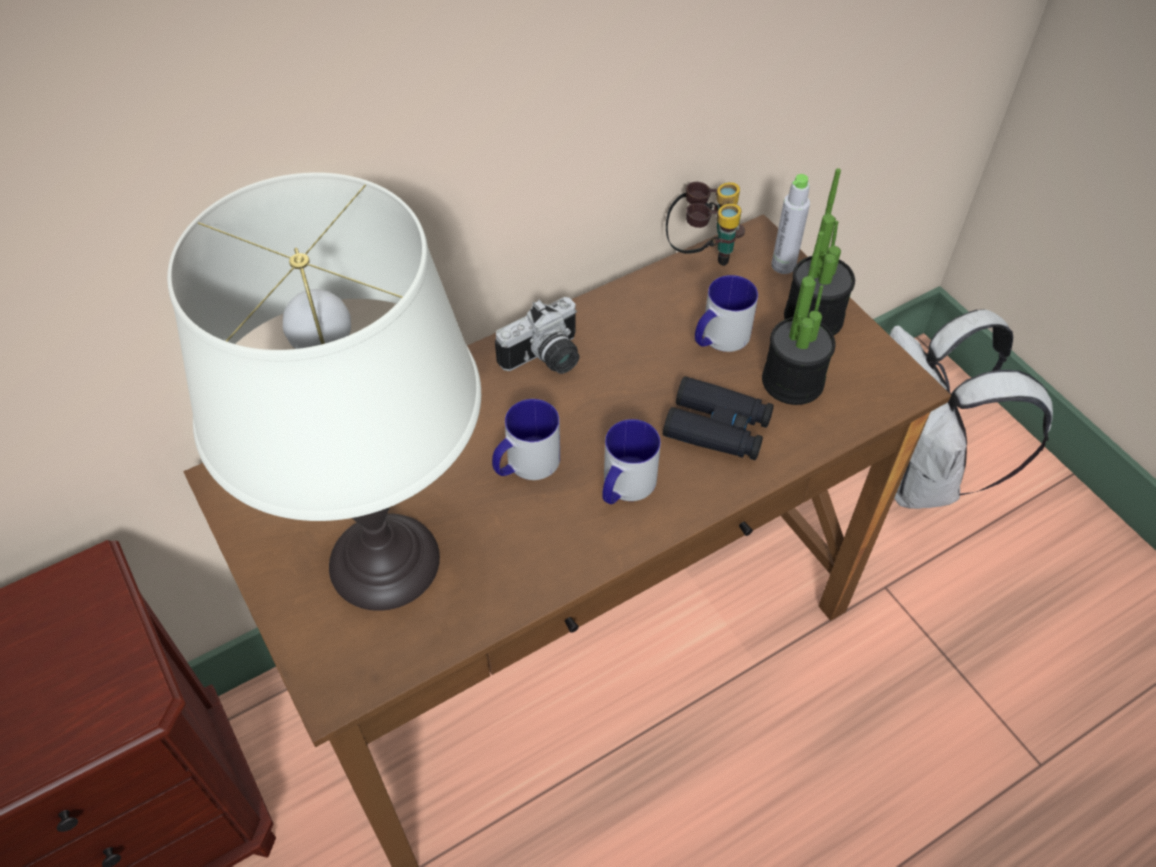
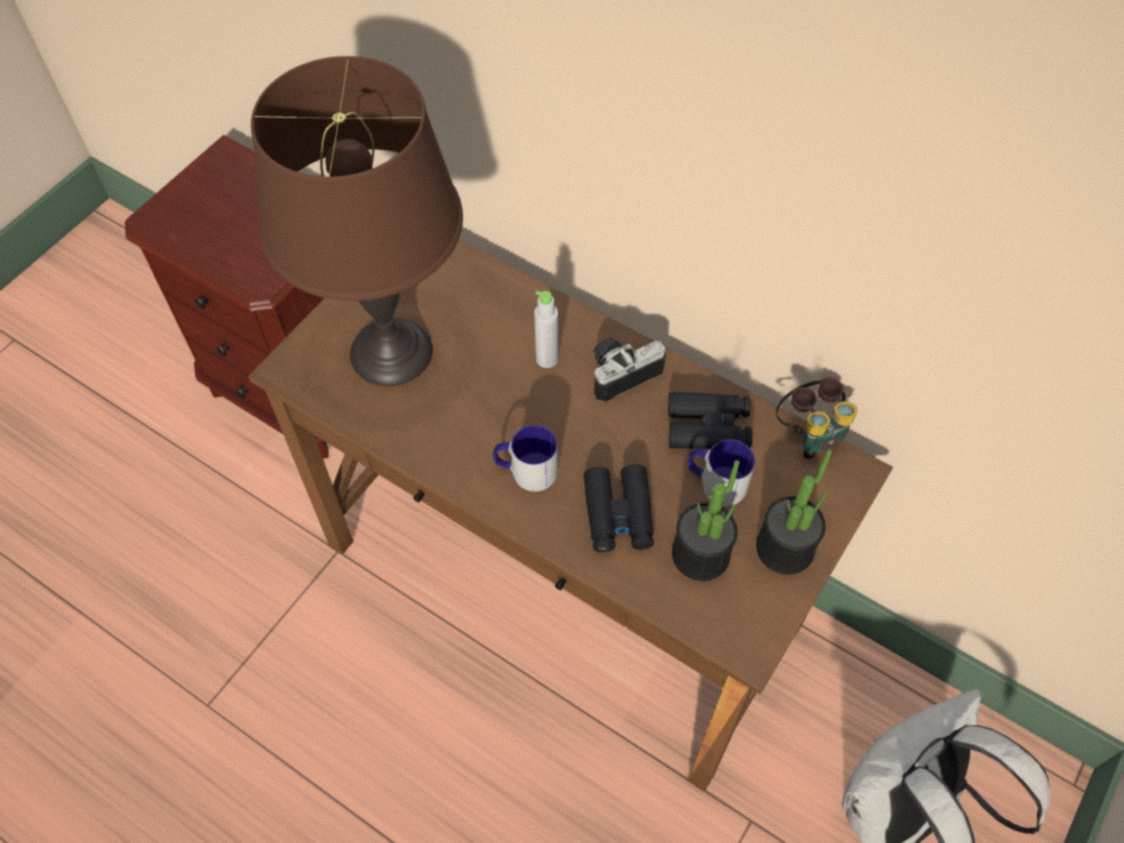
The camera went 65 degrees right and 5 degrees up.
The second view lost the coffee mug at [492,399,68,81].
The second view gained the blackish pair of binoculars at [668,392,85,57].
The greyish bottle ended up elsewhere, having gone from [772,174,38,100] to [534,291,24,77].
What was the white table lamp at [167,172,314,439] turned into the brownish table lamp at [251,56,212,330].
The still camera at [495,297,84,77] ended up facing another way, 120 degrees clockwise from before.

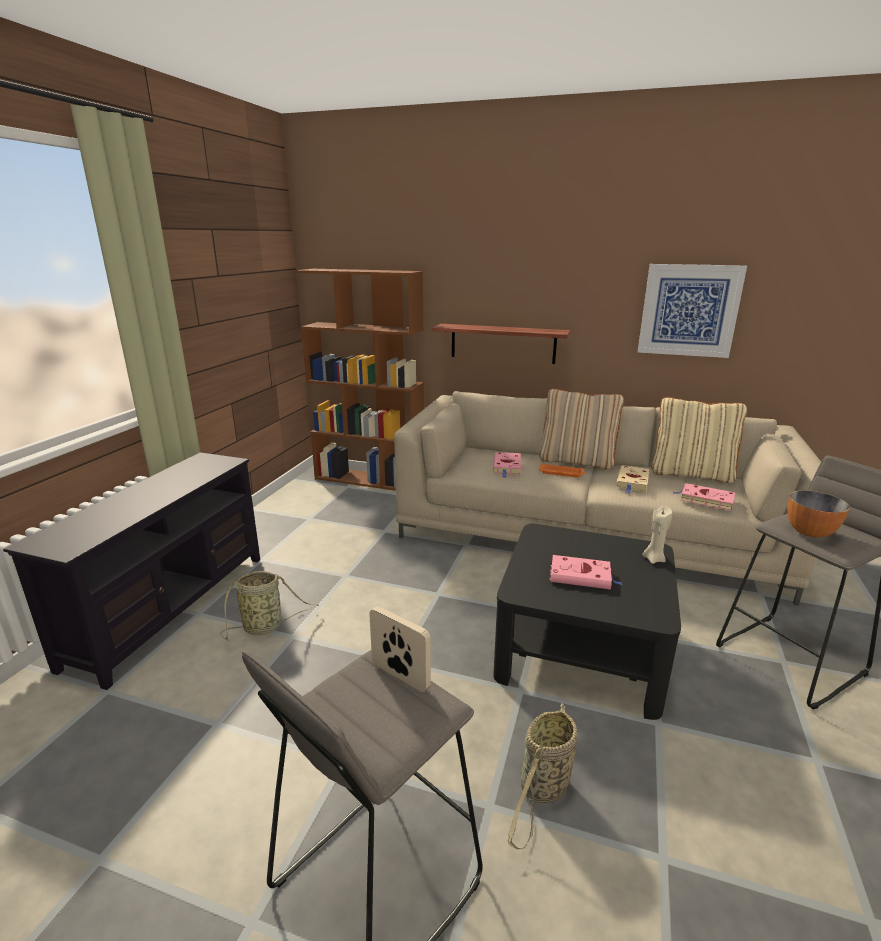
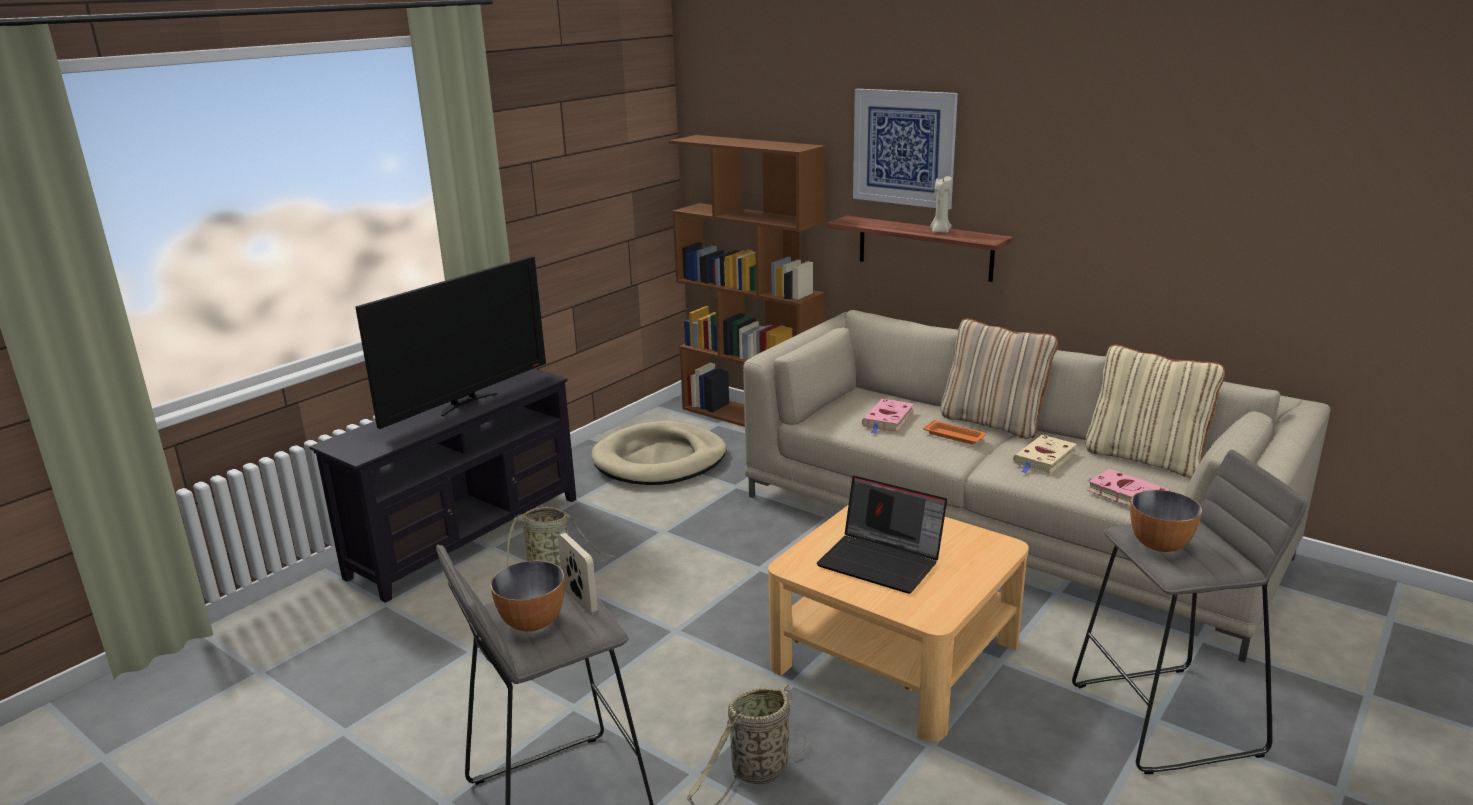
The camera went 20 degrees right and 0 degrees up.
The second view gained the TV at [355,256,191,173].
The second view gained the serving bowl at [490,560,75,71].
The second view gained the beige dog cushion at [592,421,135,64].
The wall picture ended up elsewhere, having gone from [638,264,109,94] to [853,89,105,121].
The beige candle ended up elsewhere, having gone from [643,506,29,58] to [930,176,22,57].
Where the pinkish volume stood at [550,555,72,35], the laptop came to stand at [817,476,130,118].
What was the blackish lounge table at [493,524,188,196] turned into the beige lounge table at [768,505,261,237].

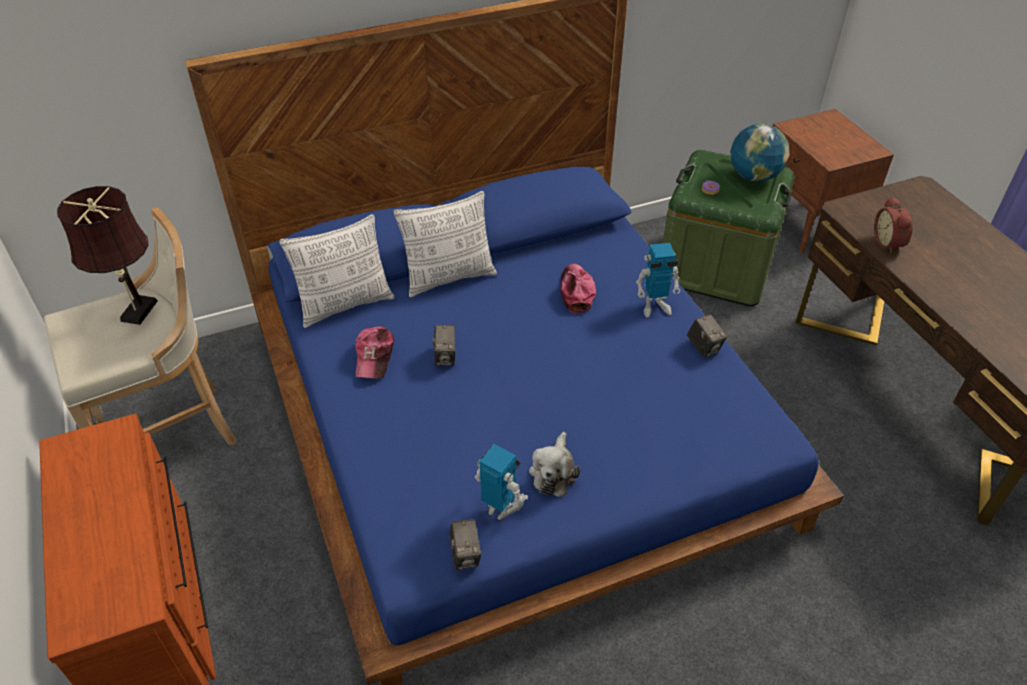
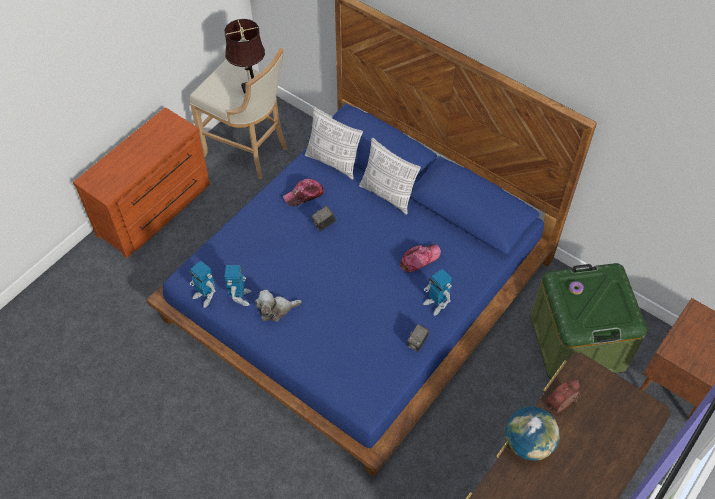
The camera went 60 degrees right and 10 degrees up.
The desk globe ended up elsewhere, having gone from [730,124,59,58] to [506,407,54,54].
Where the still camera stood at [449,519,32,51], the model robot came to stand at [189,261,26,47].

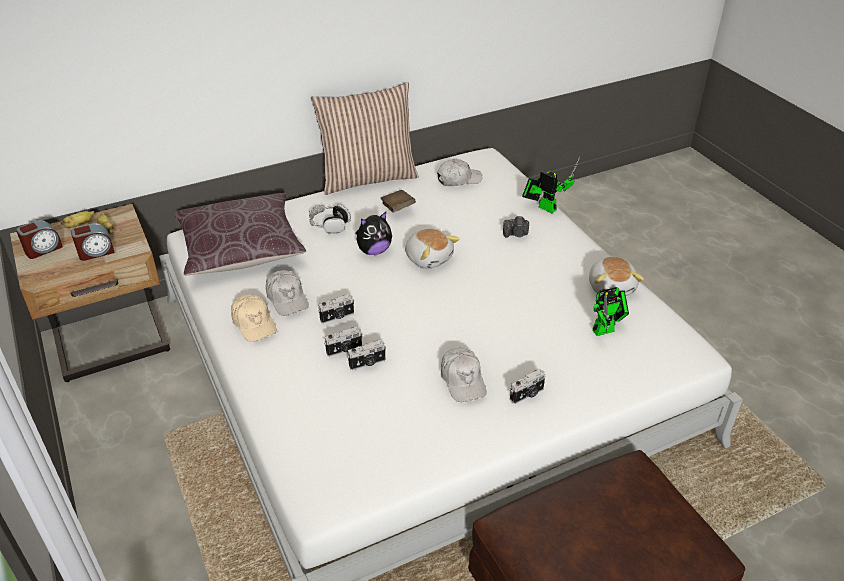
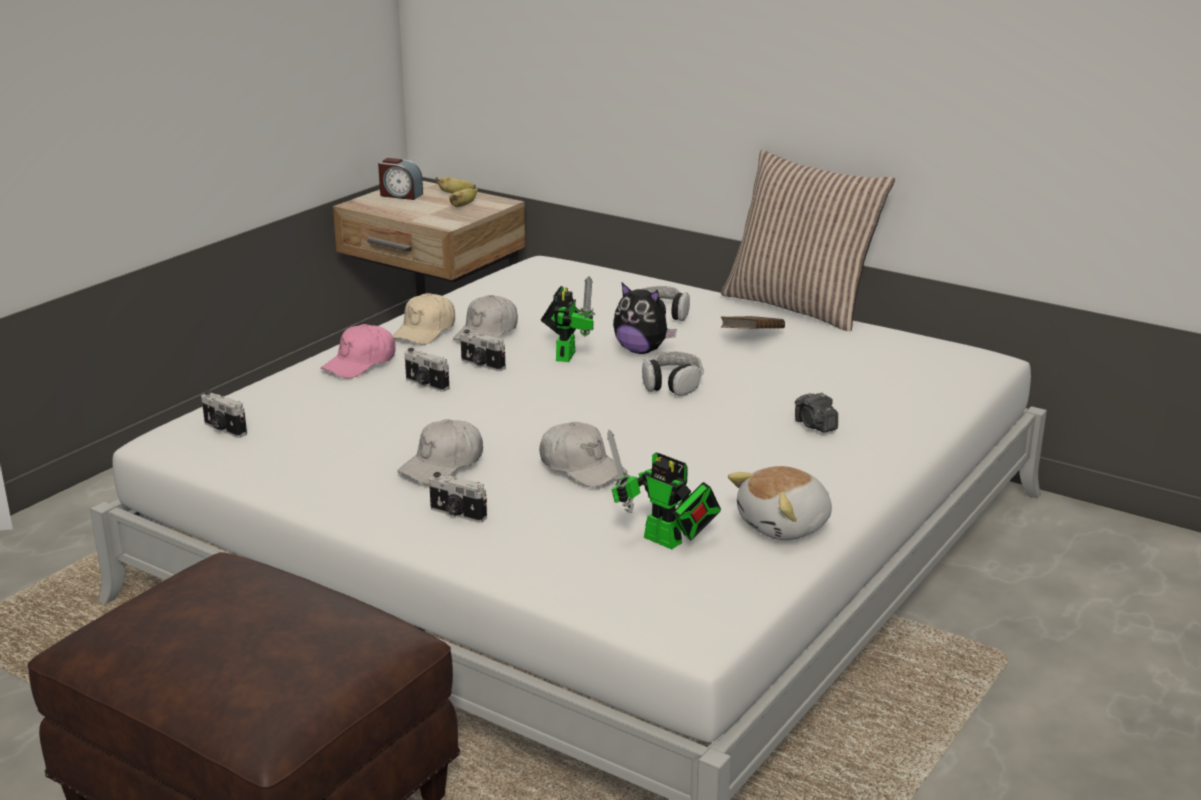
The camera went 60 degrees right and 15 degrees down.
The second view lost the table clock at [71,223,44,38].
The second view lost the brownish pillow at [174,193,132,82].
The second view gained the pinkish baseball cap at [321,324,74,55].
The still camera ended up elsewhere, having gone from [347,340,39,30] to [201,390,46,48].
The white baseball cap ended up elsewhere, having gone from [437,158,45,28] to [539,422,88,65].
The model robot ended up elsewhere, having gone from [522,157,58,56] to [541,276,54,86].
Where the soft toy stood at [405,229,55,40], the headphones came to stand at [642,351,62,45].

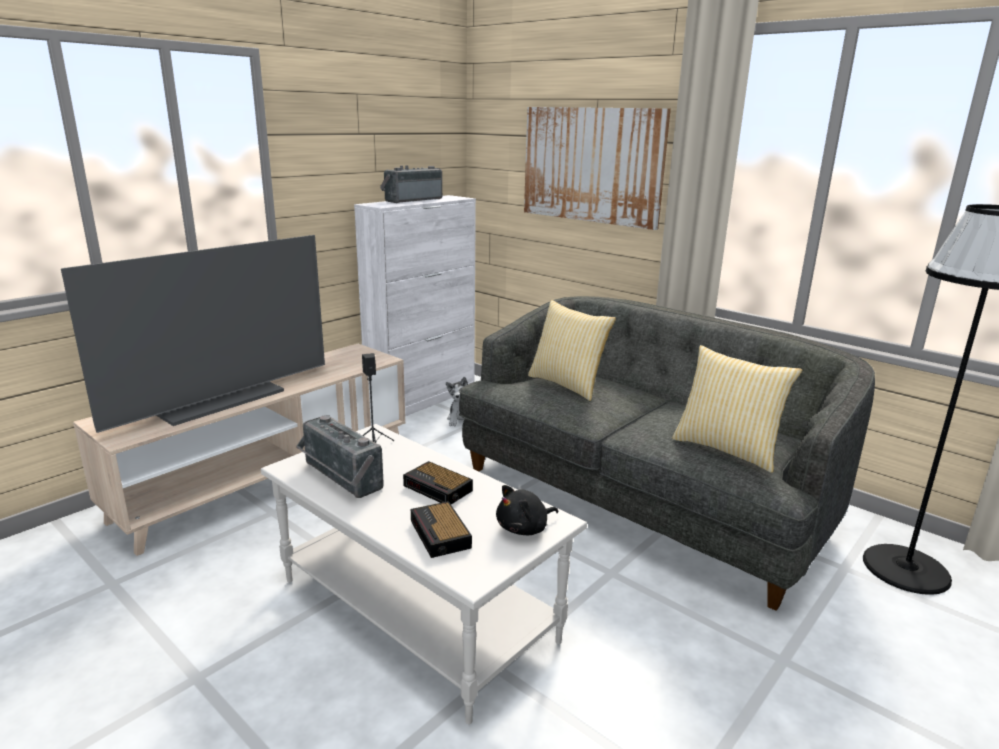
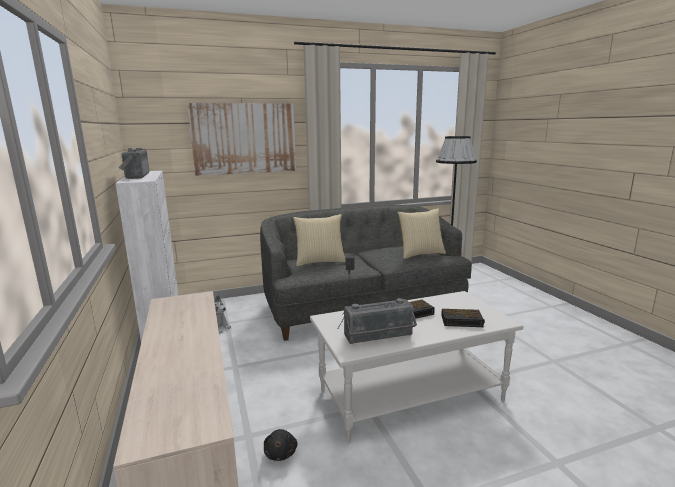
The camera went 60 degrees left and 5 degrees down.
The second view lost the TV at [61,235,264,198].
The blackish soft toy ended up elsewhere, having gone from [496,485,62,50] to [264,429,34,32].

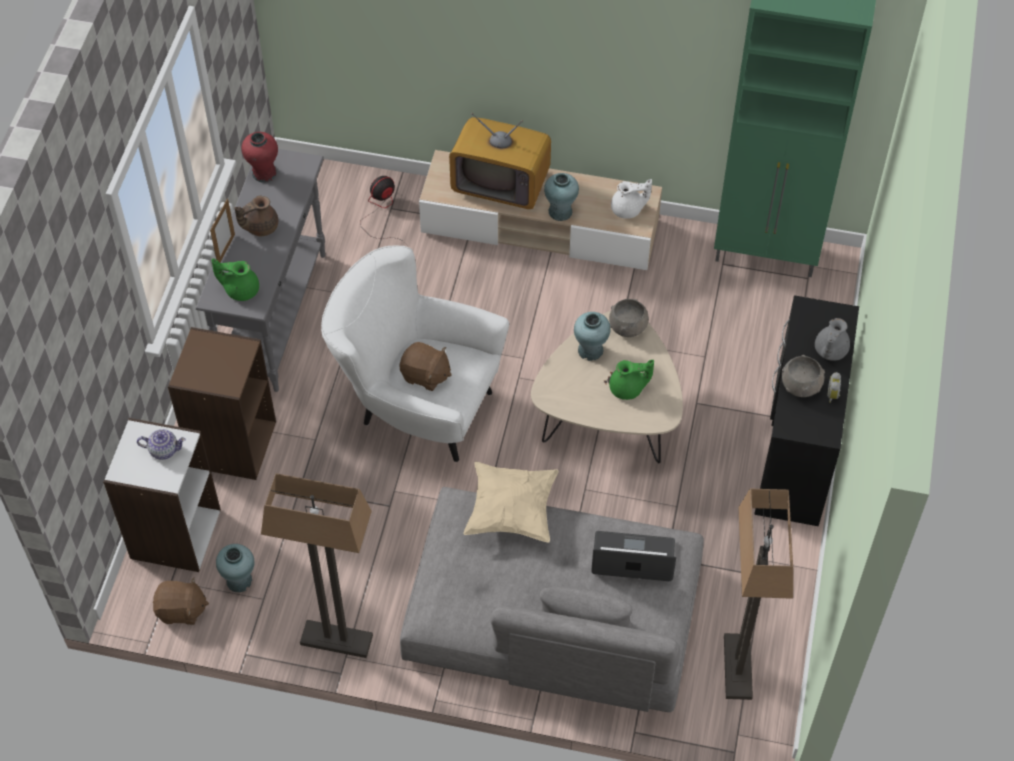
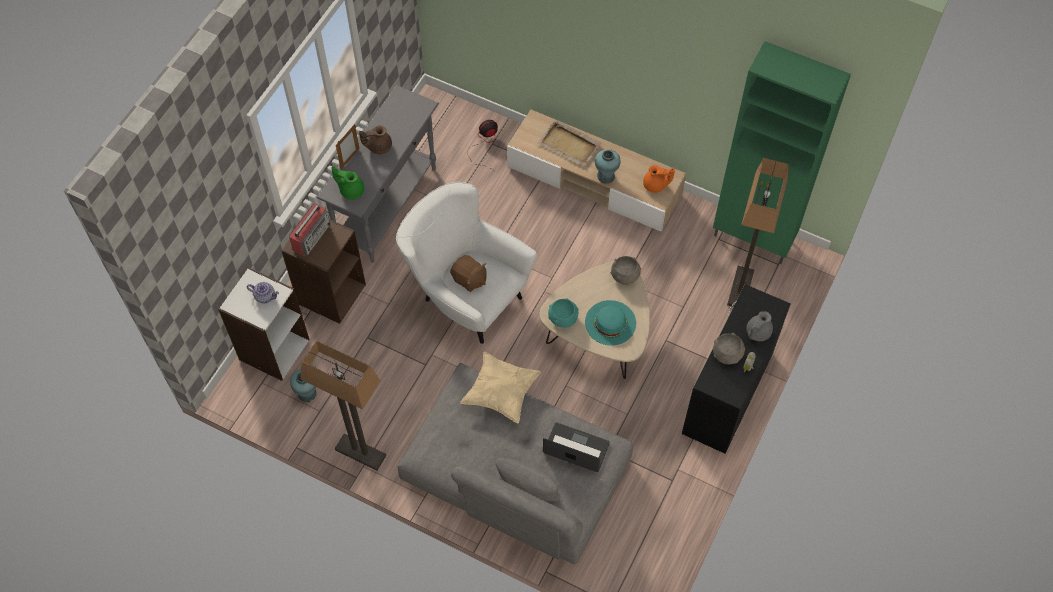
The camera went 15 degrees right and 5 degrees up.
The second view lost the brownish soft toy at [153,577,56,48].
The second view lost the red decorative vase at [241,132,37,51].
The second view lost the turquoise decorative vase at [574,312,37,49].
The second view gained the radio receiver at [289,203,42,54].
The second view gained the turquoise serving bowl at [548,298,30,30].
The standing lamp ended up elsewhere, having gone from [724,488,69,212] to [727,158,62,149].
Where the TV stood at [449,113,102,96], the beige carrying tray came to stand at [537,120,65,46].
Where the greenish pot for tea stood at [609,360,45,40], the turquoise clothing hat came to stand at [585,300,51,45].
What was the white pot for tea at [611,179,41,40] turned into the orangey pot for tea at [643,165,32,28].

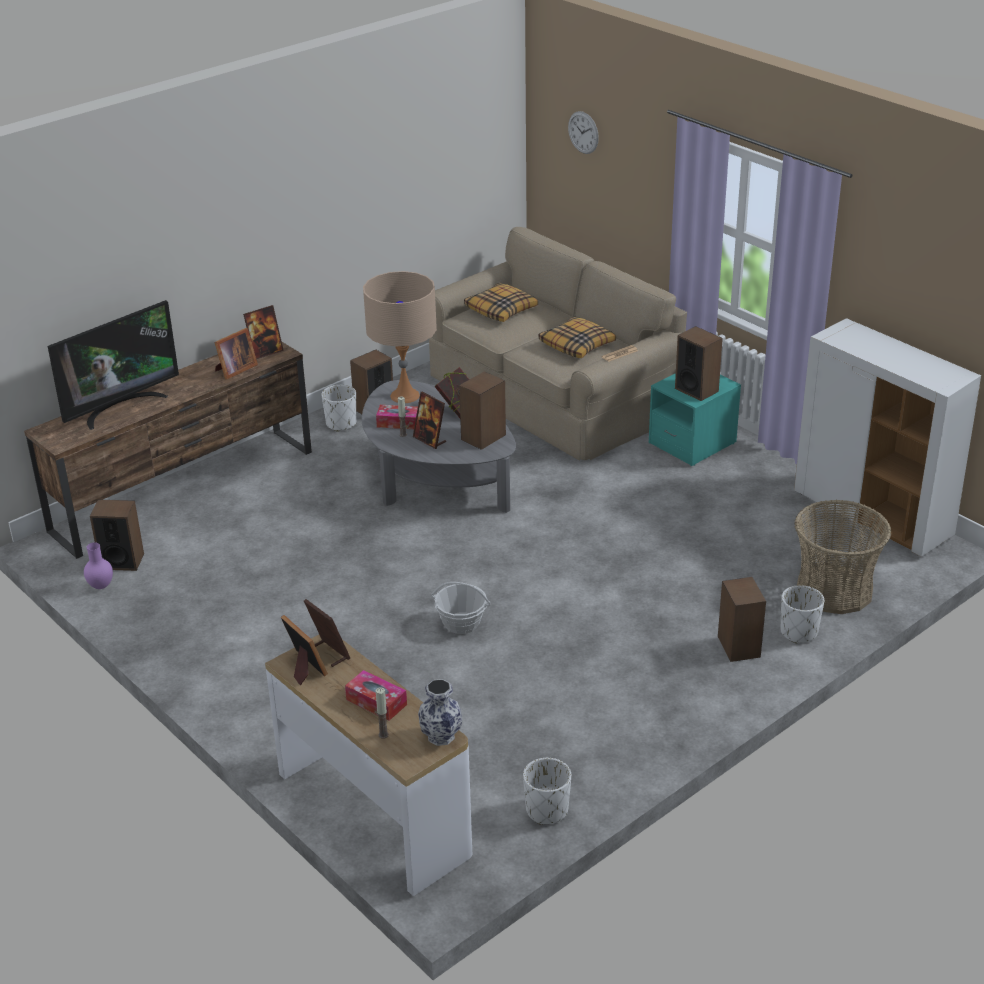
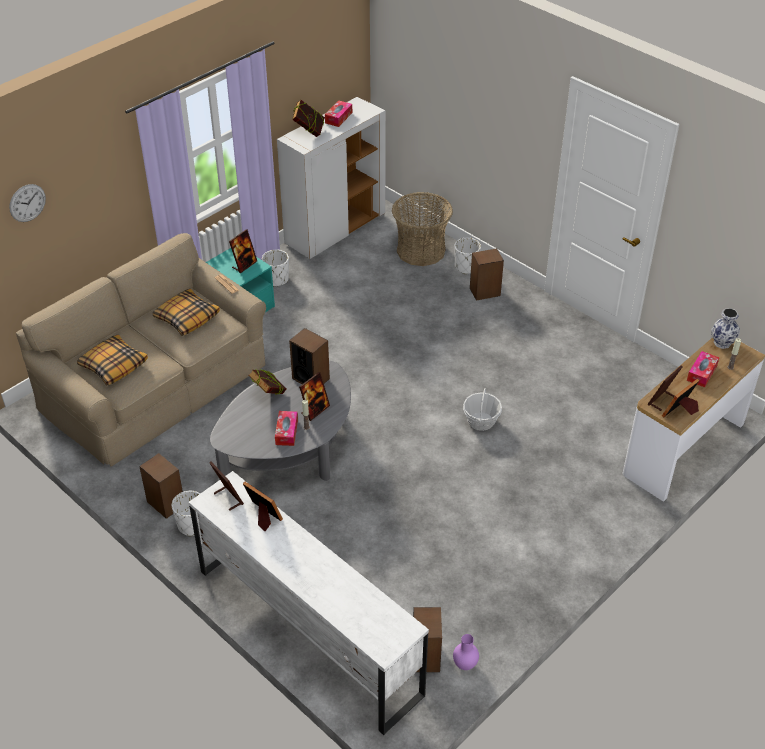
The camera went 95 degrees left and 10 degrees up.
The second view lost the TV at [48,300,131,130].
The second view lost the beige table lamp at [363,271,74,132].
The second view gained the volume at [292,100,33,37].
The second view gained the box of tissues at [325,100,27,27].
The white flower pot ended up elsewhere, having gone from [523,758,48,67] to [262,250,27,37].
Where the speaker stood at [675,326,48,75], the standing frame came to stand at [229,229,28,44].
What was the brownish tv stand at [24,342,288,217] turned into the white tv stand at [189,471,240,264].

